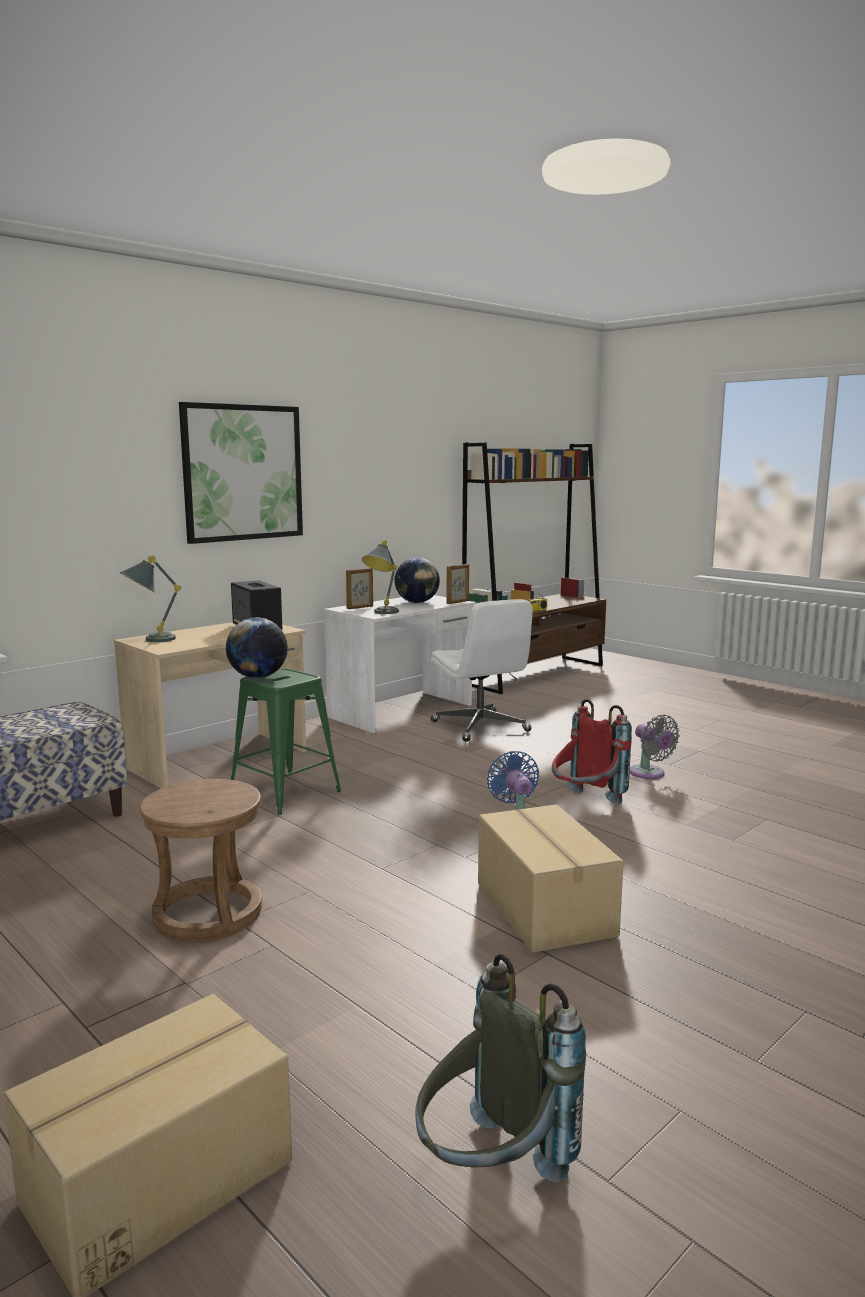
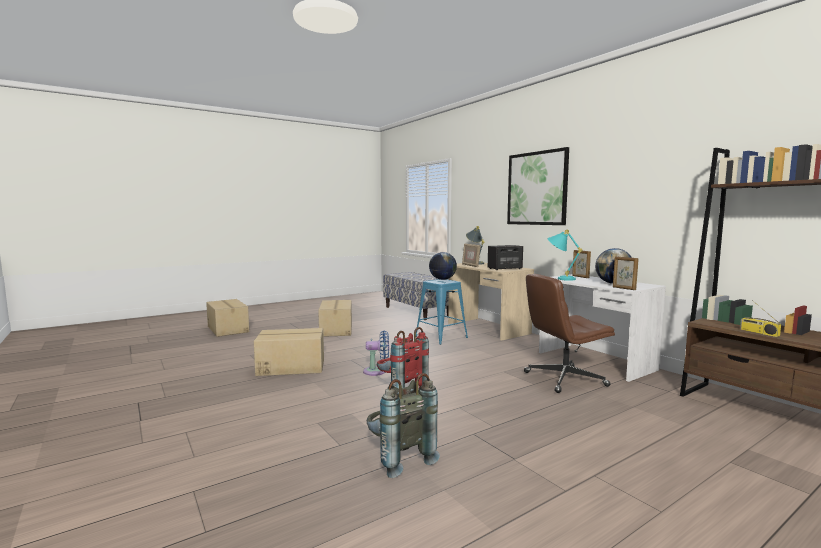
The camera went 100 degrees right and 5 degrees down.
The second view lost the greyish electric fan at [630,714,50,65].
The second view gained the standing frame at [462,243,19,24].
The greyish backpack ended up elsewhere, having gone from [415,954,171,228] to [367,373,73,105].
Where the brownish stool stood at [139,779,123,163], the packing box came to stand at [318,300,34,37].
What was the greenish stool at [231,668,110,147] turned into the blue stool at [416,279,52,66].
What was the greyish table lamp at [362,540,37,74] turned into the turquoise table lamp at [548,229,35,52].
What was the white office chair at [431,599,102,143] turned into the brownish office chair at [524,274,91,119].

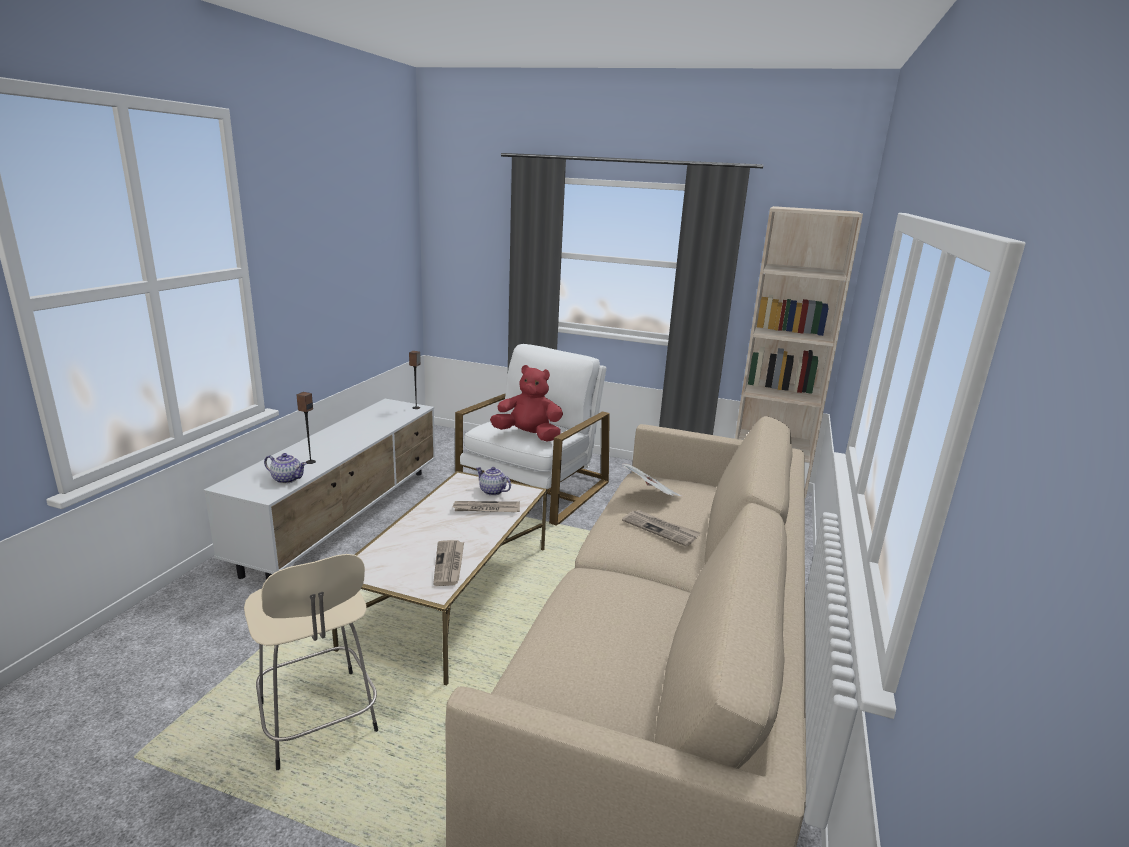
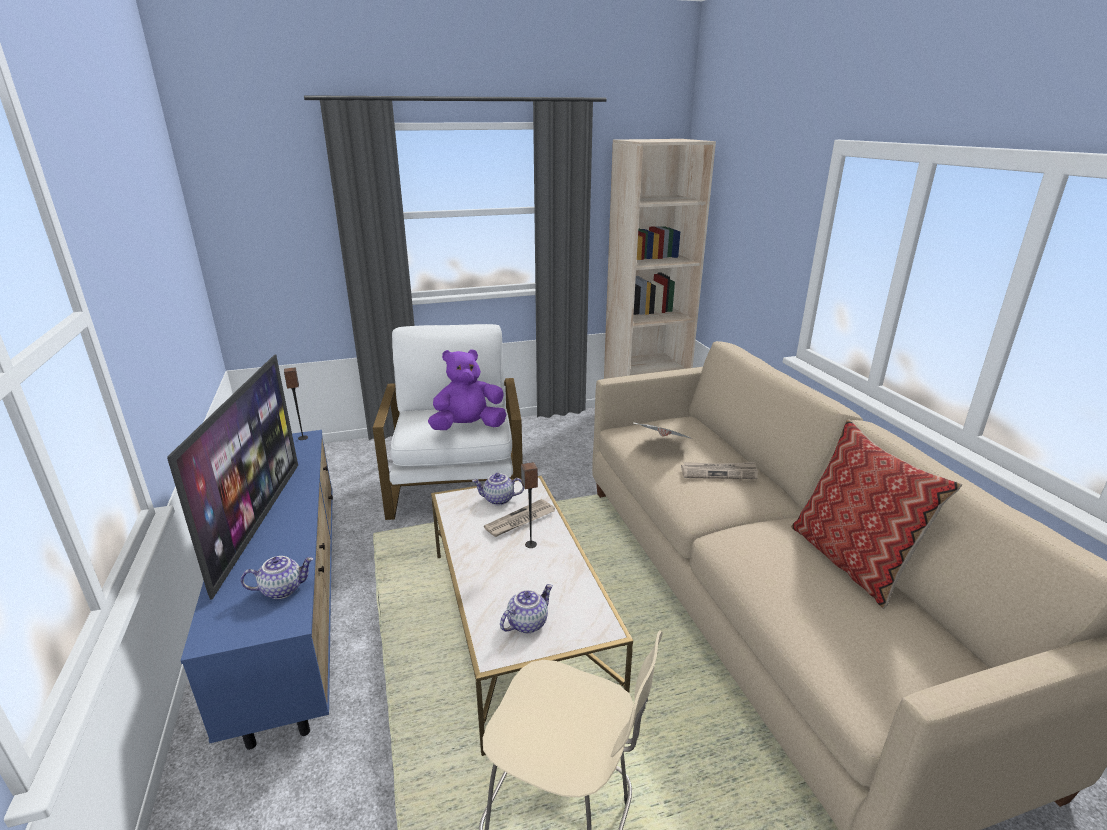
The camera went 35 degrees left and 5 degrees up.
The second view lost the printed paper at [433,540,31,46].
The second view gained the TV at [167,355,131,245].
The second view gained the pot for tea at [500,584,53,49].
The second view gained the pillow at [791,419,171,190].
The speaker ended up elsewhere, having gone from [296,392,20,72] to [521,462,17,86].
What was the white tv stand at [204,399,231,181] turned into the blue tv stand at [181,430,152,320].
What was the red soft toy at [490,365,73,77] turned into the purple-coloured soft toy at [428,349,79,81].

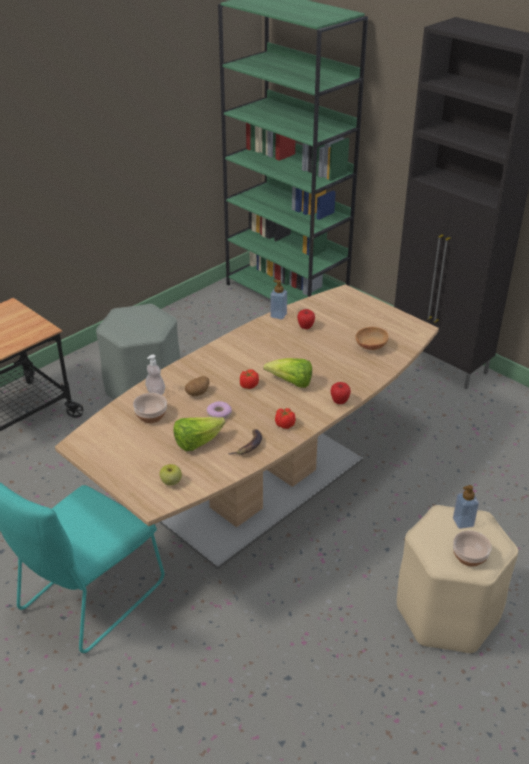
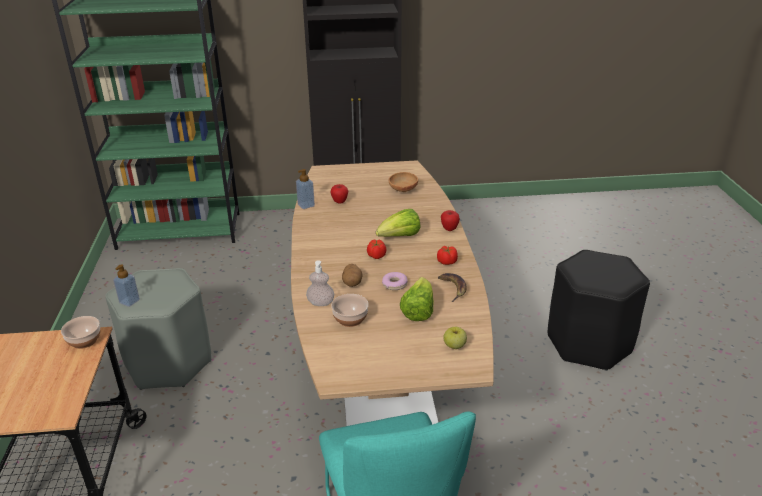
The camera went 50 degrees left and 5 degrees down.
The soap dispenser ended up elsewhere, having gone from [453,485,26,44] to [113,264,27,43].
The serving bowl ended up elsewhere, having gone from [453,531,39,36] to [61,316,39,33].
What was the beige stool at [397,505,121,149] turned into the blackish stool at [548,250,102,121].

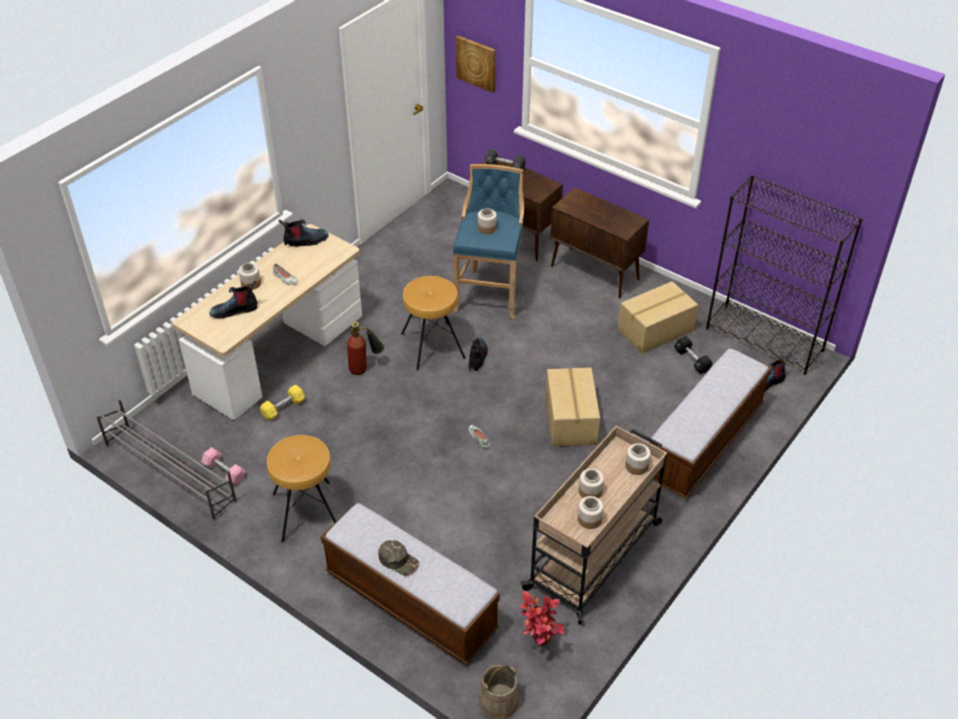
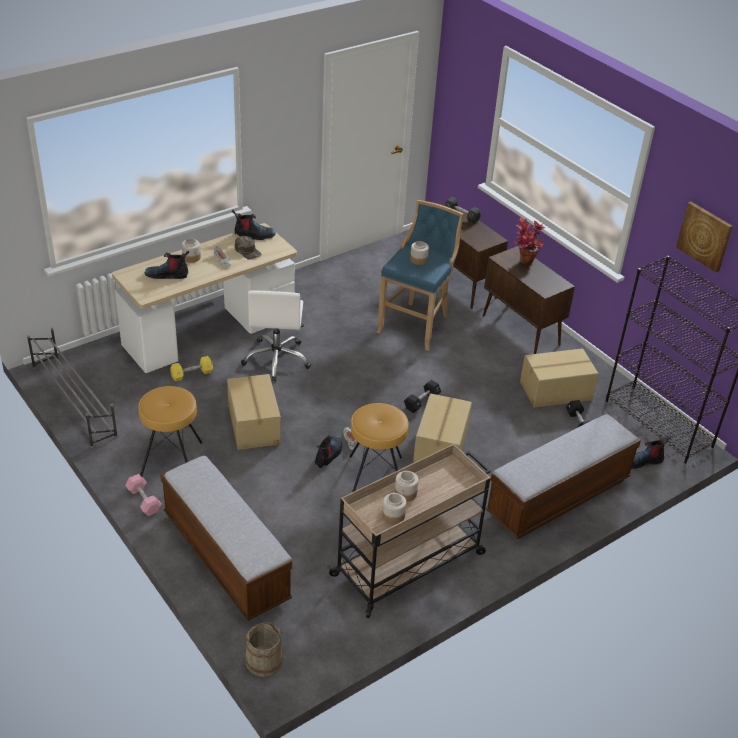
The camera went 15 degrees right and 5 degrees down.
The second view lost the preserve jar at [625,443,26,32].
The second view gained the packing box at [227,374,54,76].
The second view gained the blackish free weight at [404,380,37,33].
The pinkish free weight ended up elsewhere, having gone from [201,447,45,38] to [125,474,37,42].
The greenish baseball cap ended up elsewhere, having gone from [378,540,41,36] to [235,236,27,24].
The brownish stool ended up elsewhere, having gone from [401,276,65,94] to [349,403,59,89].
The wall picture ended up elsewhere, having gone from [456,35,40,58] to [676,202,57,70].
The boot ended up elsewhere, having gone from [469,337,19,34] to [315,435,28,33].
The potted plant ended up elsewhere, having gone from [520,591,44,54] to [514,217,32,48].
Where the fire-fighting cylinder stood at [347,322,37,53], the white office chair came to stand at [241,291,70,91].

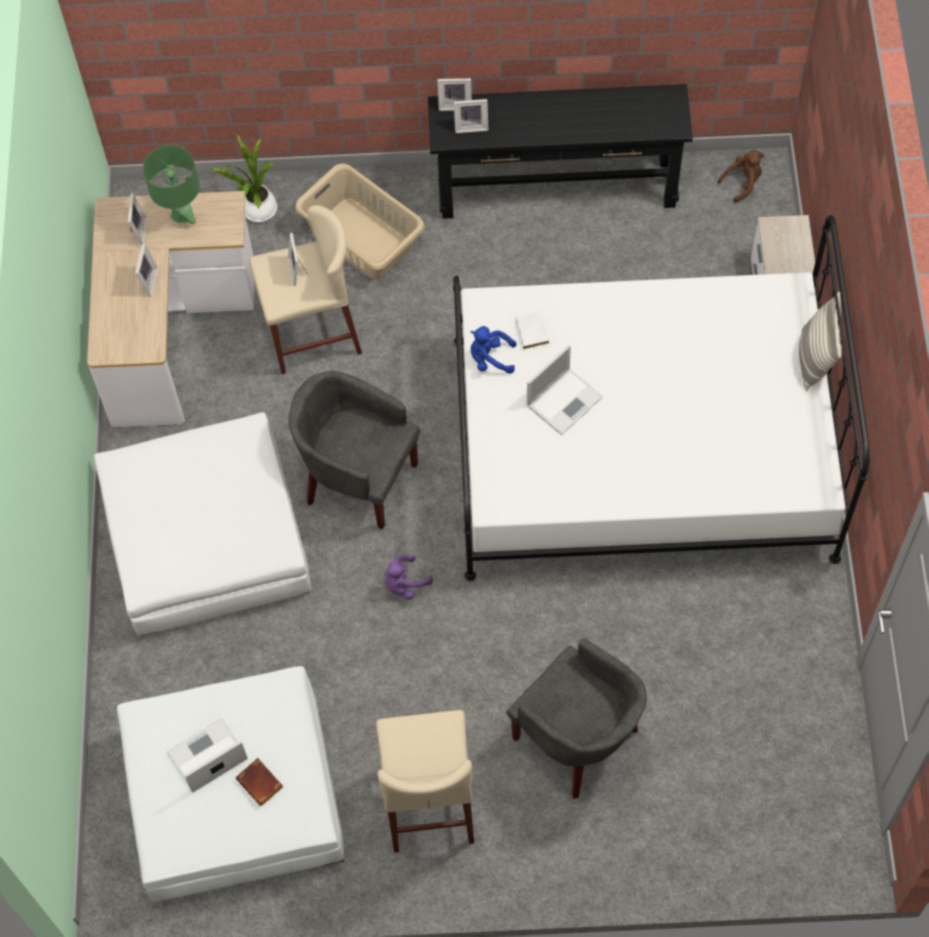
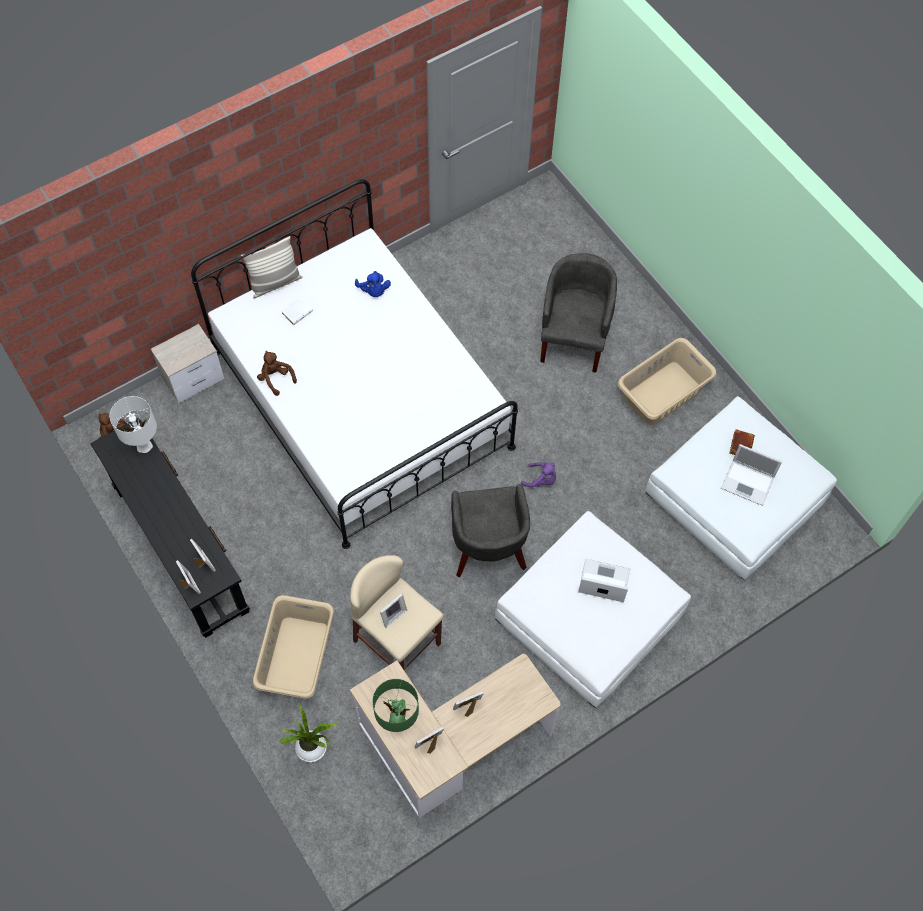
The camera went 125 degrees left and 0 degrees up.
The second view gained the white table lamp at [110,396,47,57].
The second view gained the brownish soft toy at [257,351,40,45].
The blue soft toy ended up elsewhere, having gone from [471,326,46,48] to [355,271,36,26].
The white volume ended up elsewhere, having gone from [515,311,35,38] to [281,296,32,29].
The laptop ended up elsewhere, having gone from [527,345,76,90] to [578,559,52,43].
Where the beige stool stood at [376,710,98,143], the beige hamper came to stand at [618,338,99,87].

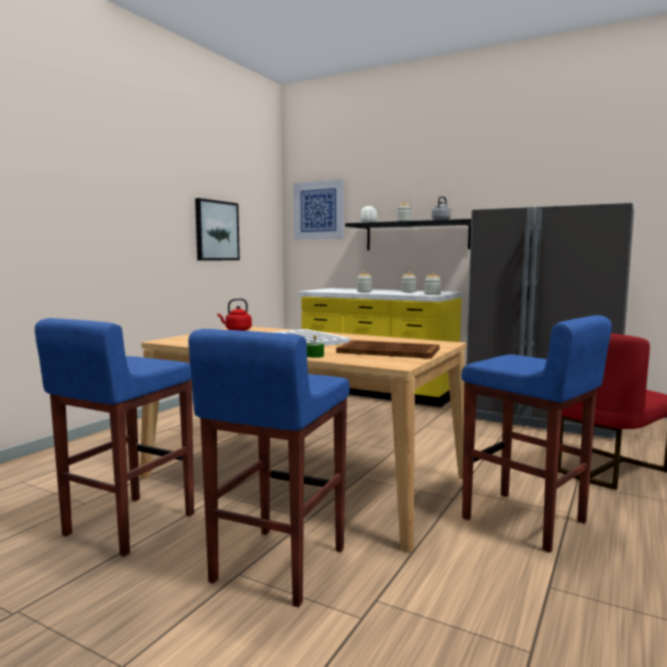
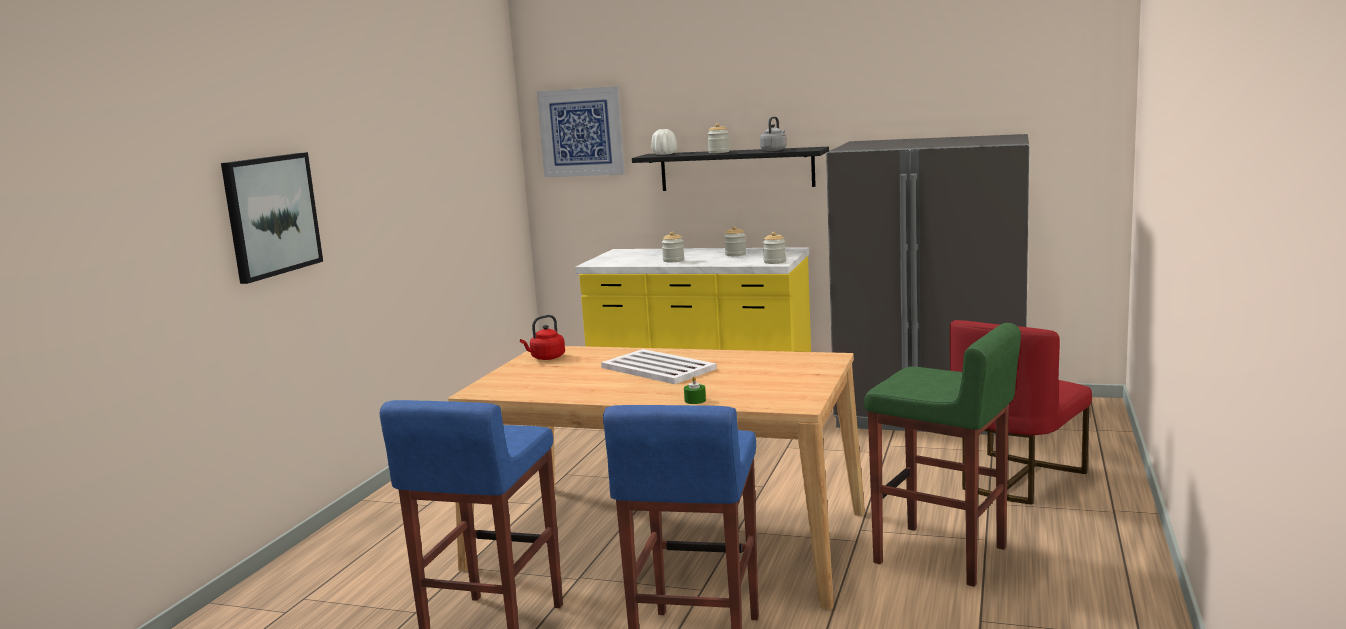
The camera went 10 degrees left and 5 degrees up.
The second view lost the brownish carrying tray at [336,340,104,19].
The wall picture ended up elsewhere, having gone from [195,198,45,62] to [221,152,102,132].
What was the blue stool at [461,315,151,238] turned into the greenish stool at [864,323,157,264].

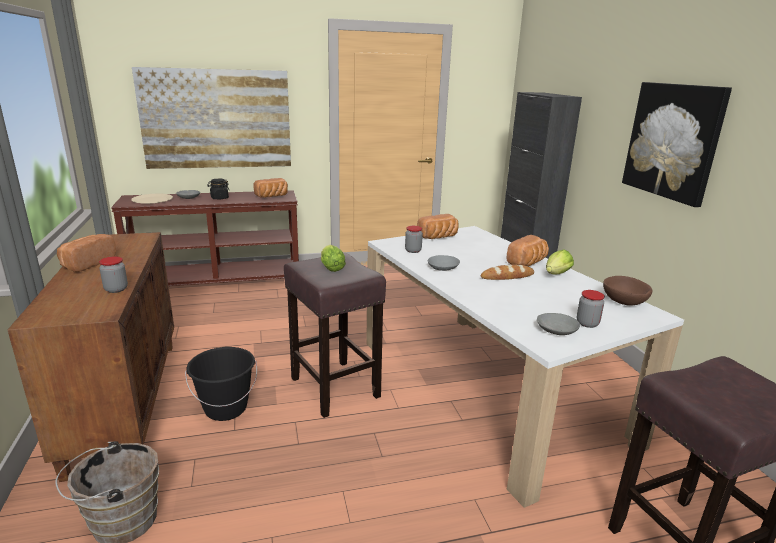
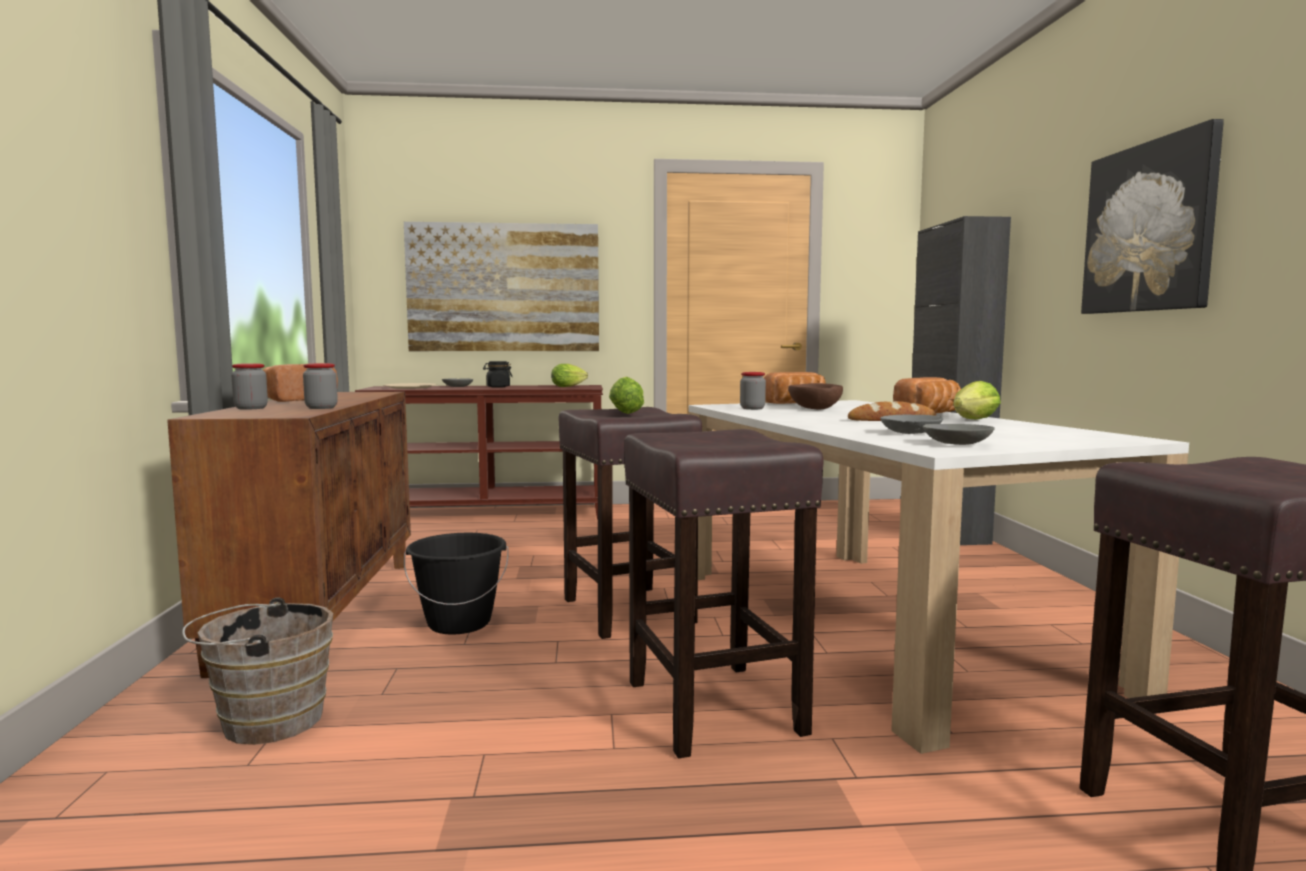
The camera went 10 degrees right and 15 degrees down.
The second view gained the brownish stool at [624,429,199,329].
The greyish serving bowl ended up elsewhere, having gone from [428,255,32,16] to [880,415,63,19].
The preserve jar ended up elsewhere, having gone from [577,290,28,38] to [231,363,37,47].
The brownish serving bowl ended up elsewhere, having gone from [603,276,49,30] to [788,383,55,26].
Where the bread stood at [253,178,35,20], the head of lettuce came to stand at [551,364,37,23].

